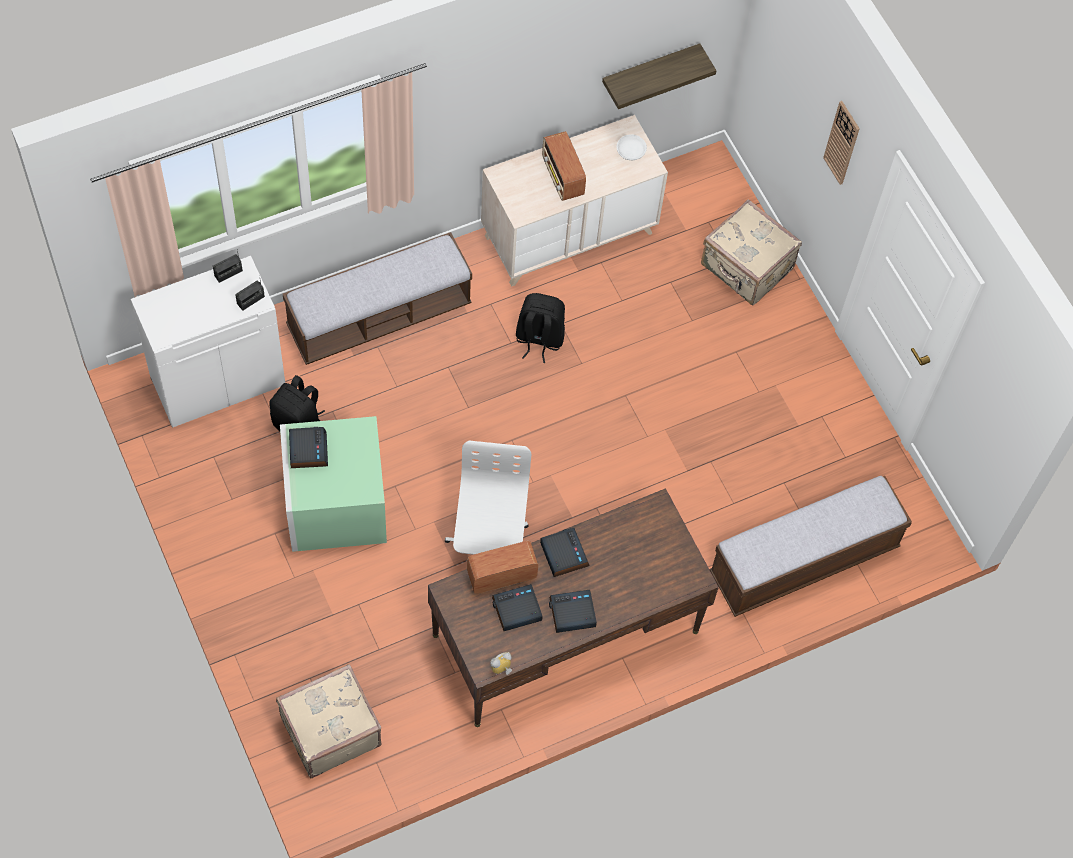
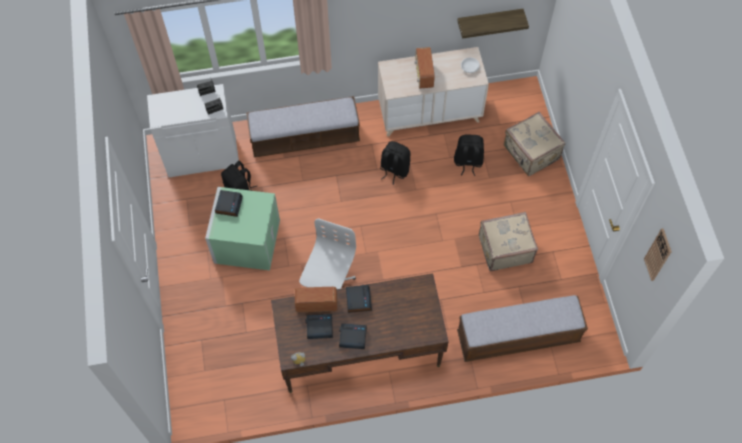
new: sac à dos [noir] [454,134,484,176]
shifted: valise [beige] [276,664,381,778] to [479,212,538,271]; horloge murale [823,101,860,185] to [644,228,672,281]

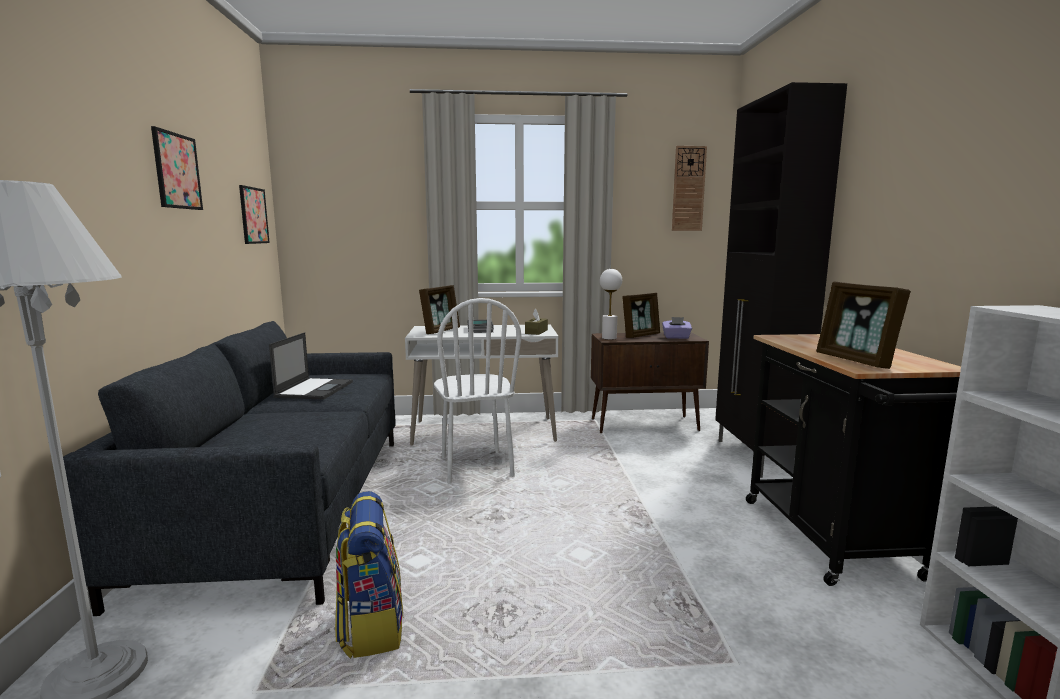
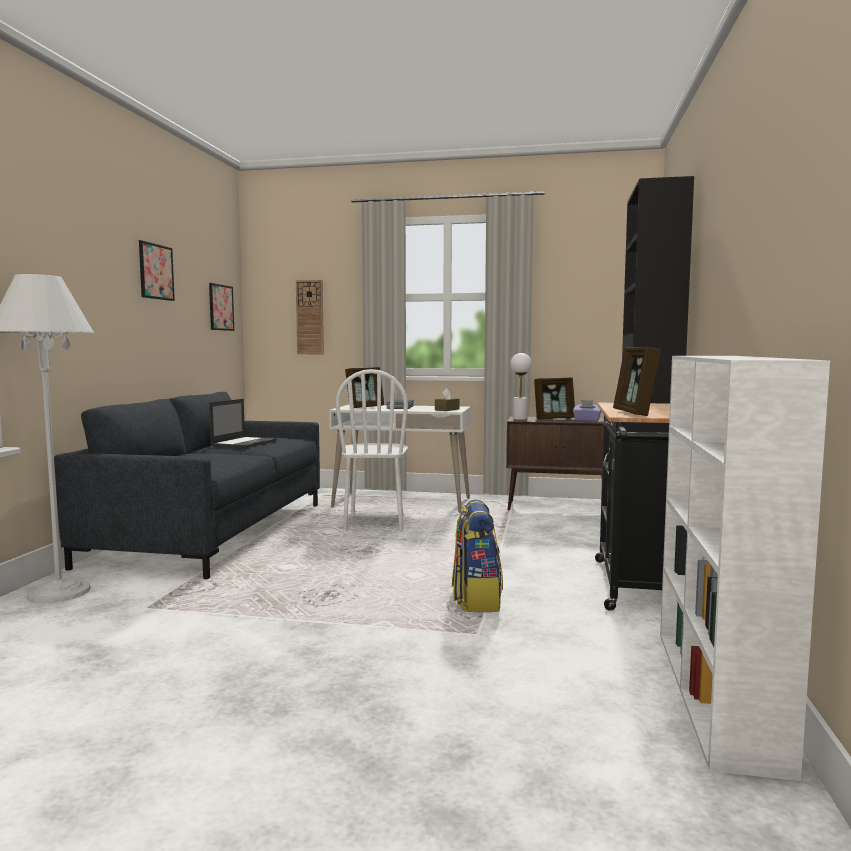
shifted: sac à dos [335,491,403,659] to [452,499,503,612]; horloge murale [672,146,707,231] to [296,280,324,354]

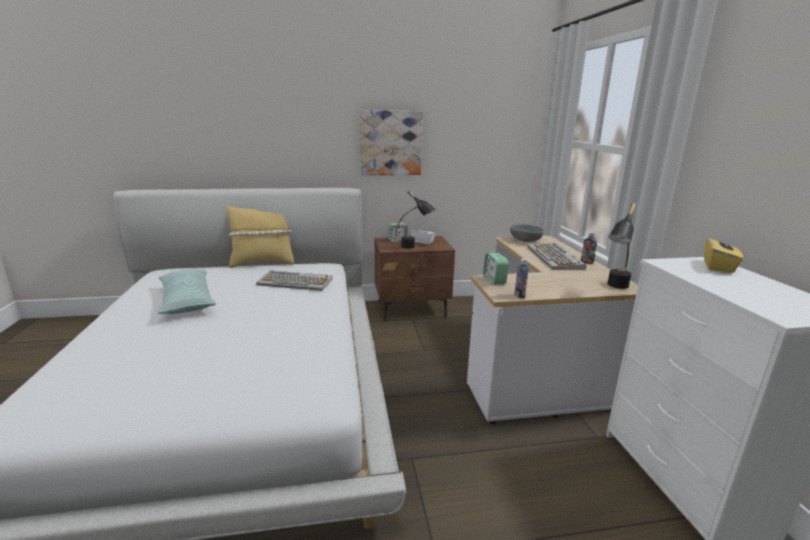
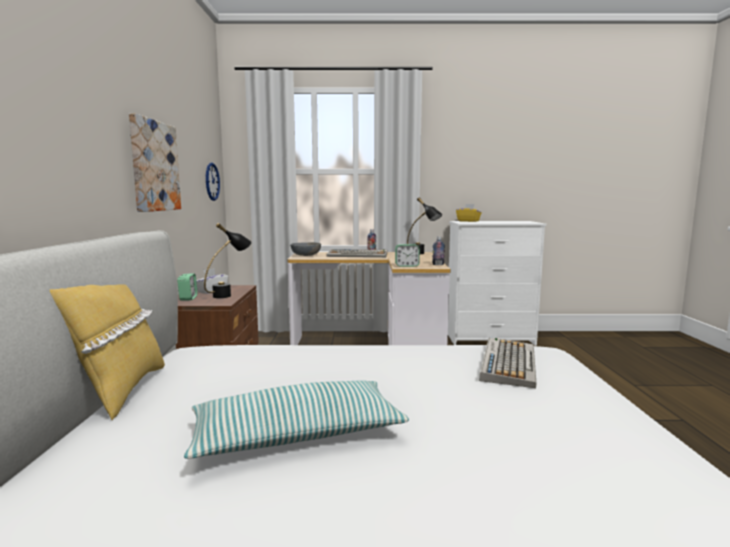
new: horloge murale [206,163,220,201]
shifted: clavier [256,270,332,291] to [479,337,536,388]

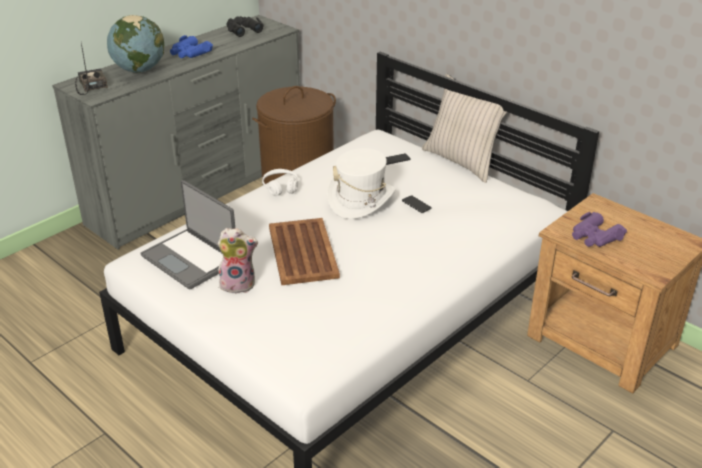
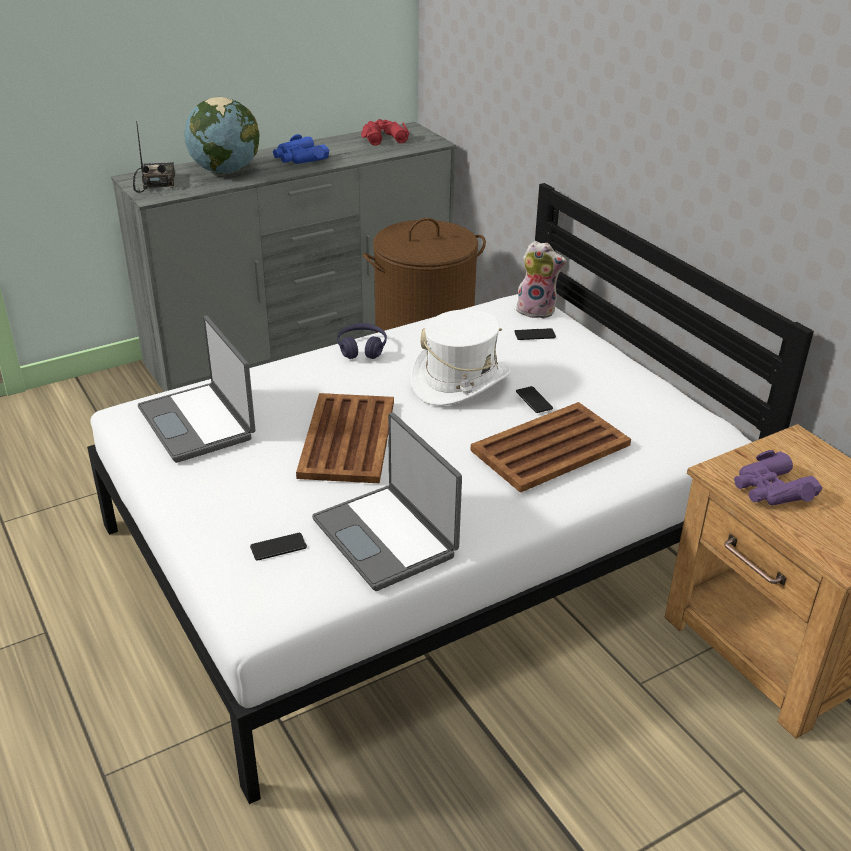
gone: coussin [beige] [422,74,513,183]
new: téléphone [250,533,307,561]; ordinateur portable [312,412,462,591]; plateau [marron] [470,402,631,493]
shifted: peluche [218,228,258,294] to [516,241,567,319]
repainted: jumelles [noir] [226,16,264,37] to jumelles [rouge] [361,119,409,146]; casque audio [blanc] [262,169,298,196] to casque audio [violet] [337,323,387,359]

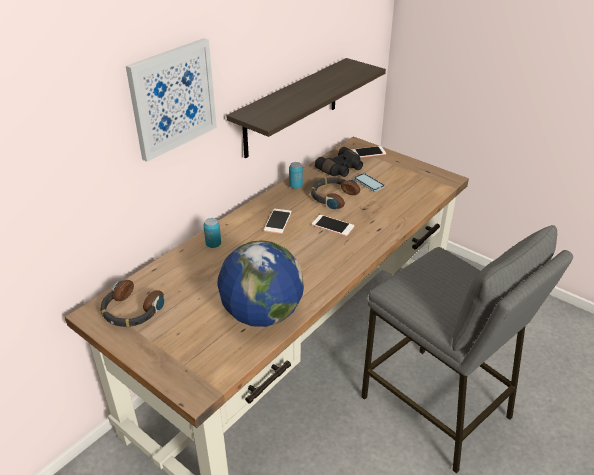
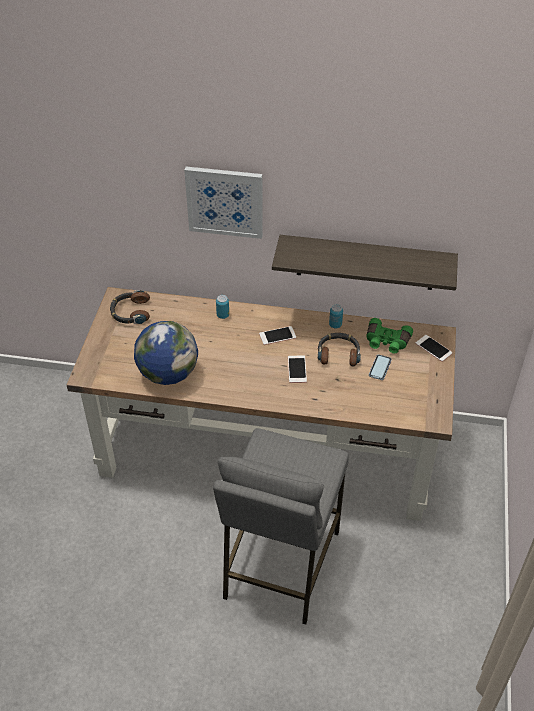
repainted: jumelles [noir] [315,147,363,177] to jumelles [vert] [366,318,413,354]

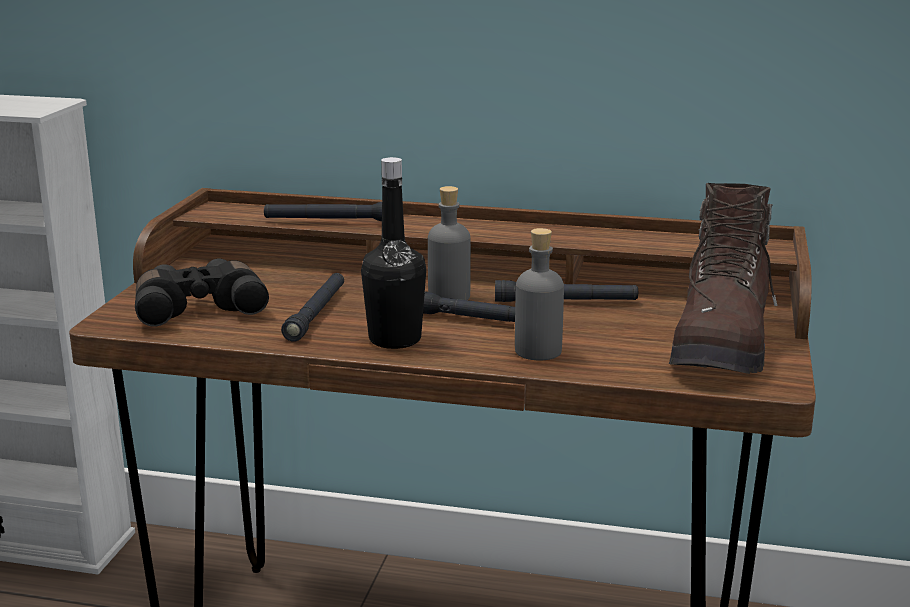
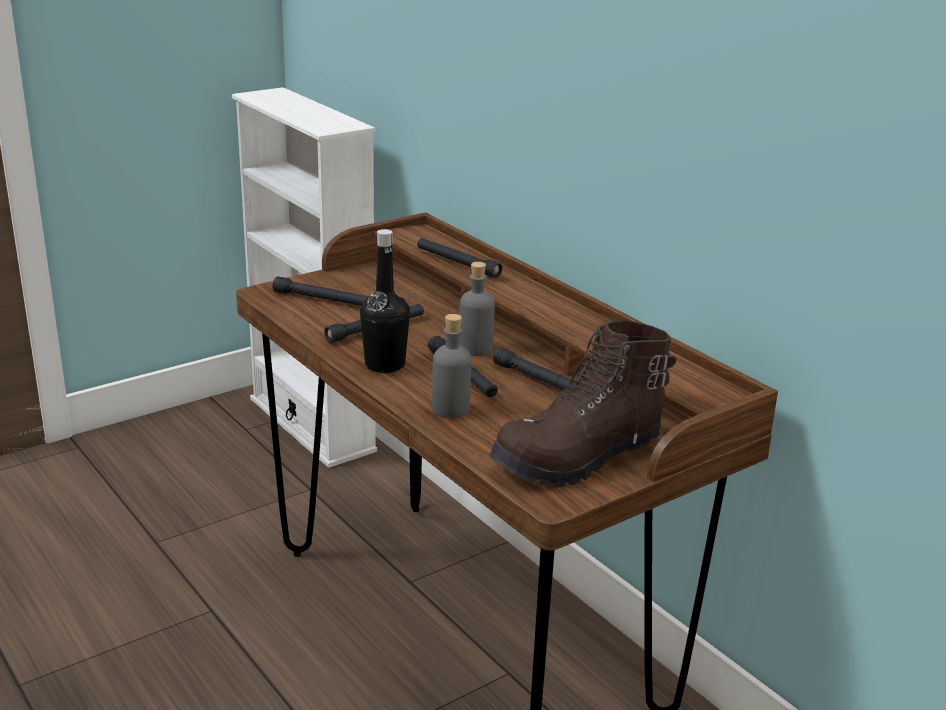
swapped: jumelles [noir] [135,259,269,327] to lampe de poche [noir] [272,276,369,306]

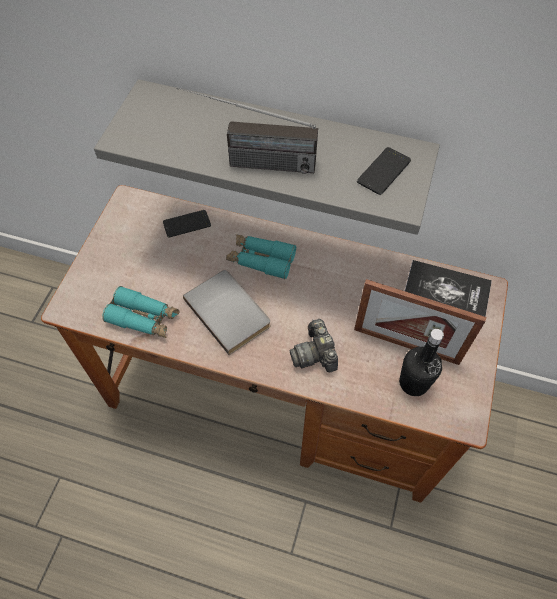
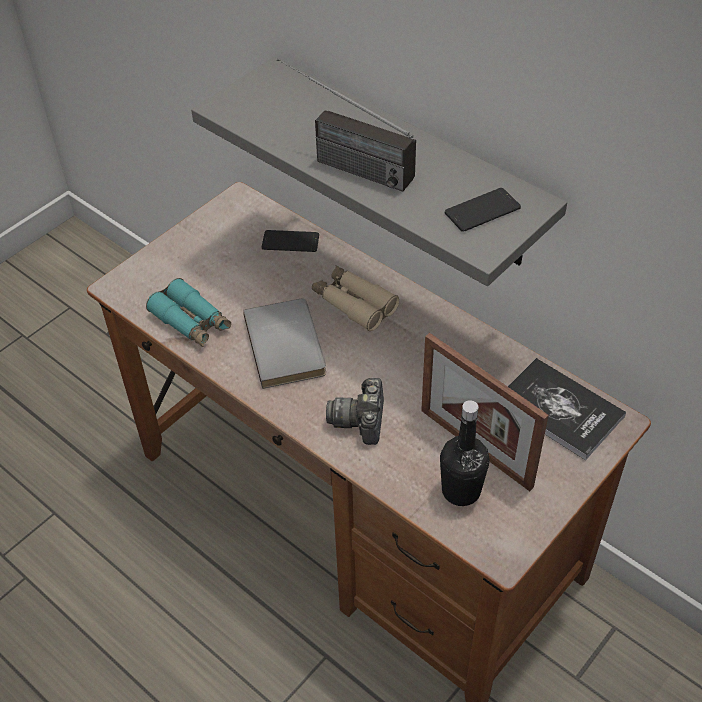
repainted: jumelles [turquoise] [226,234,296,279] to jumelles [beige] [312,265,399,331]

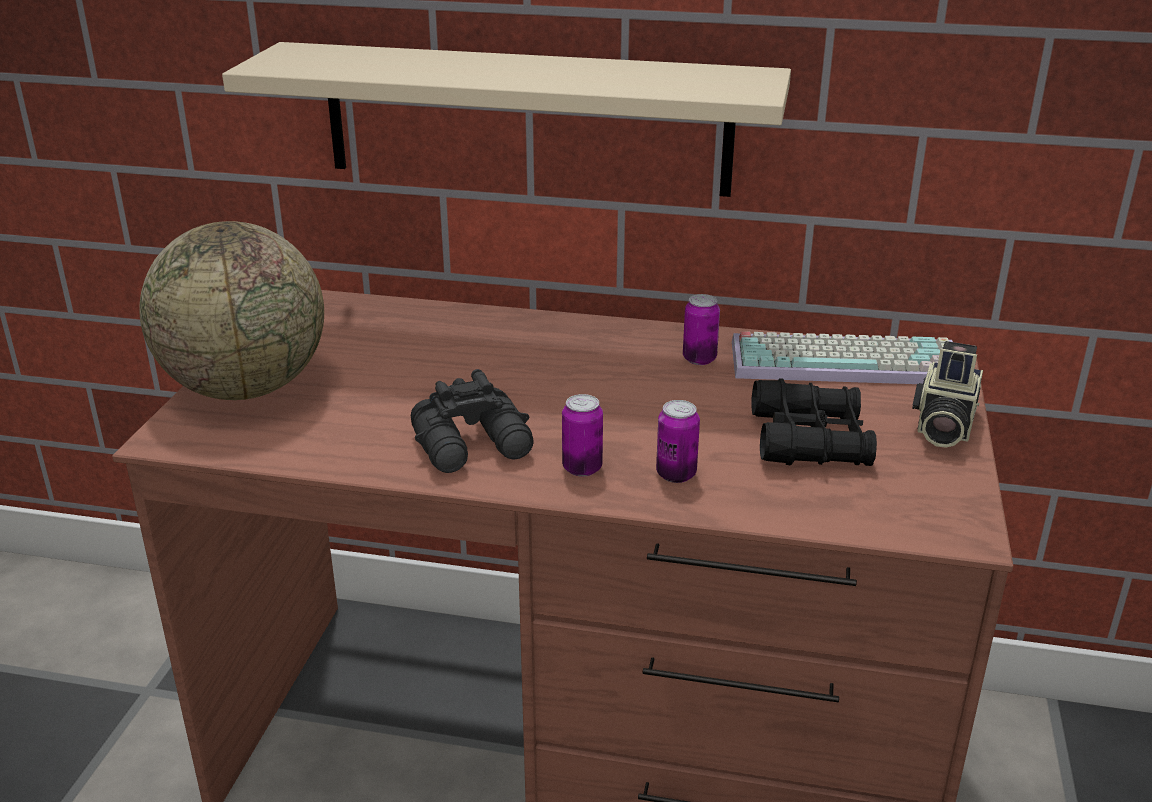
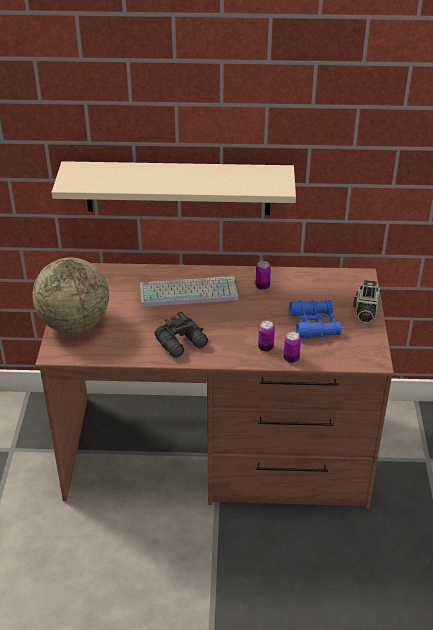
shifted: boîte métallique [562,394,603,477] to [283,332,301,363]; clavier [732,331,953,384] to [140,276,238,307]
repainted: jumelles [noir] [751,378,877,466] to jumelles [bleu] [289,300,341,339]

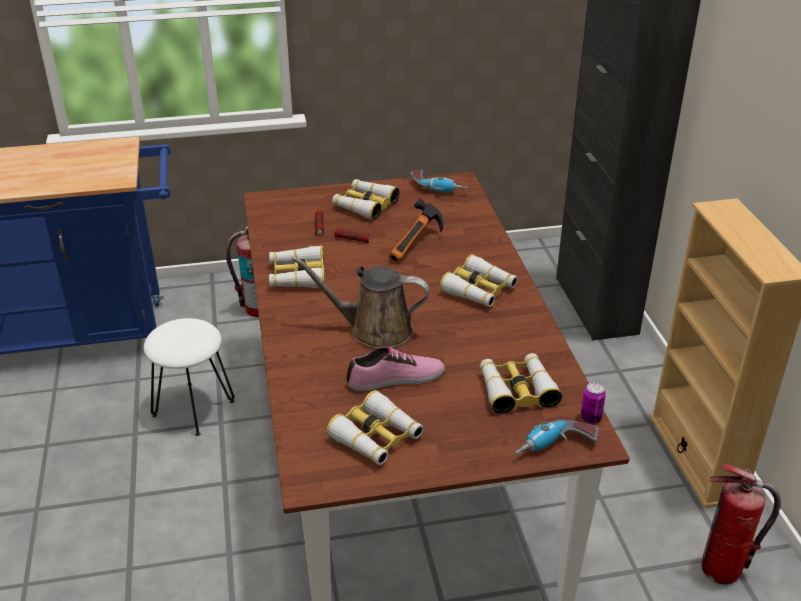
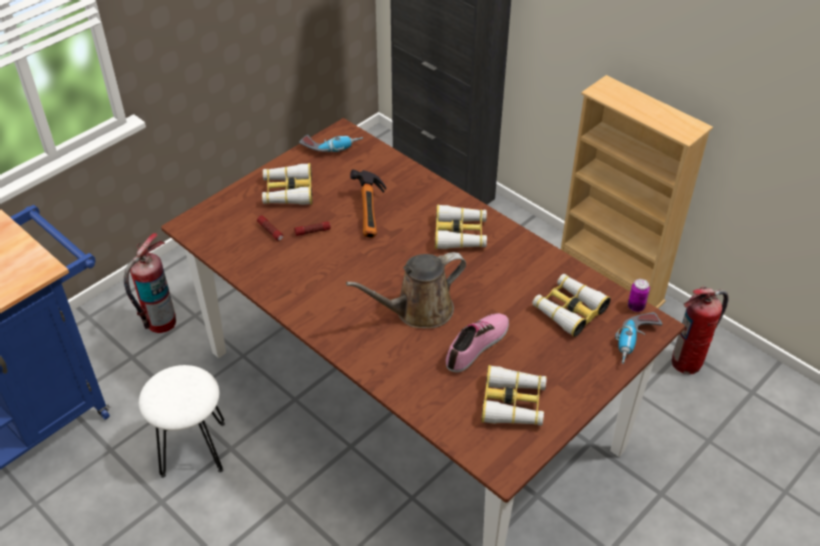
gone: jumelles [269,245,325,288]

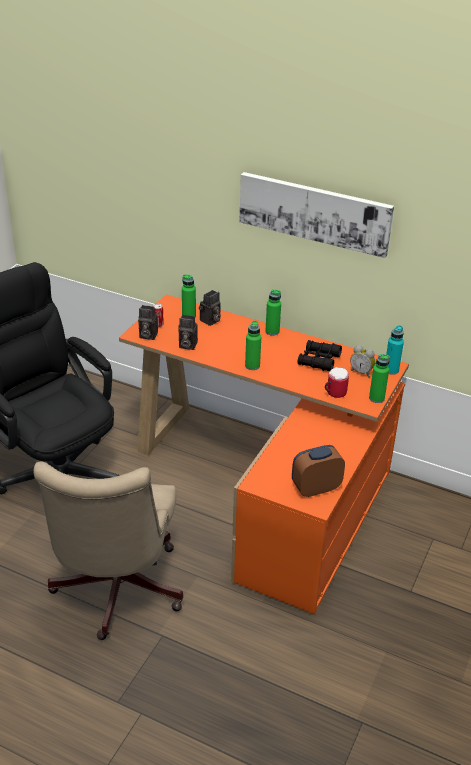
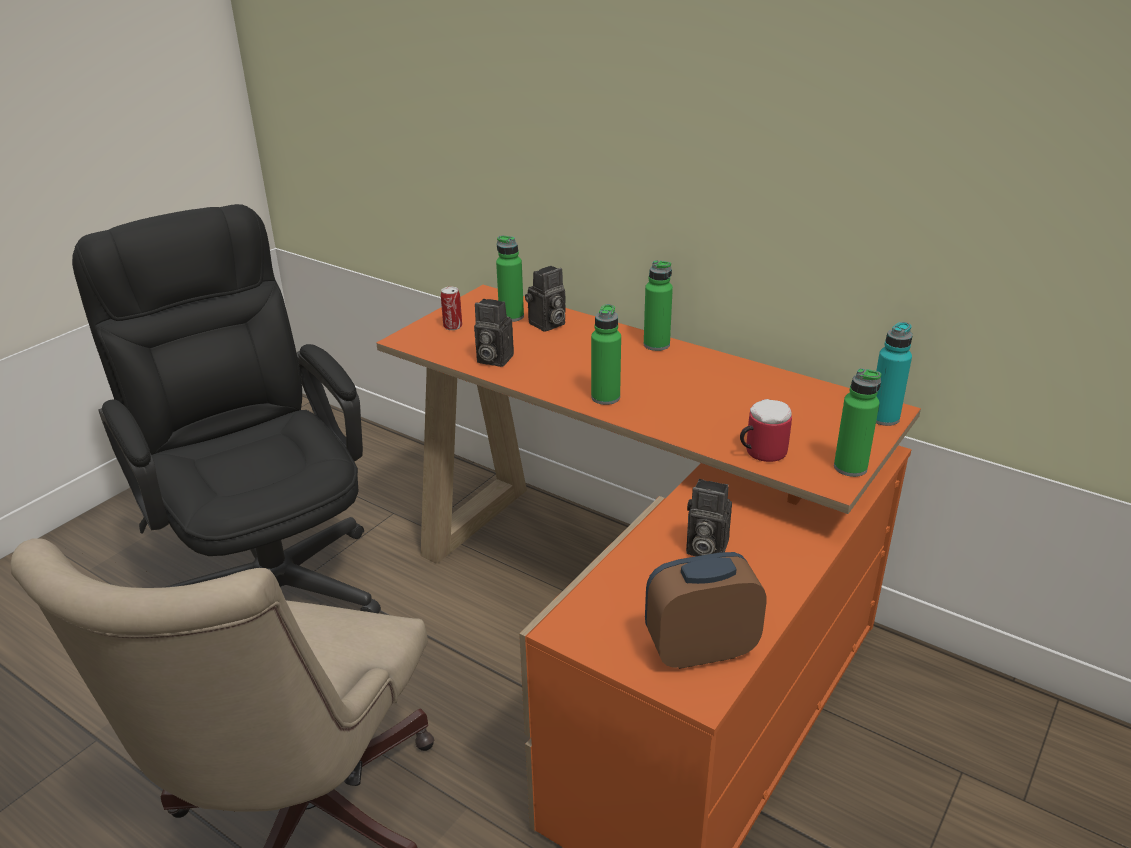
gone: tableau [239,172,394,258]; jumelles [noir] [297,340,342,371]; réveil [350,345,375,378]
shifted: appareil photo [138,305,158,340] to [686,479,732,556]

